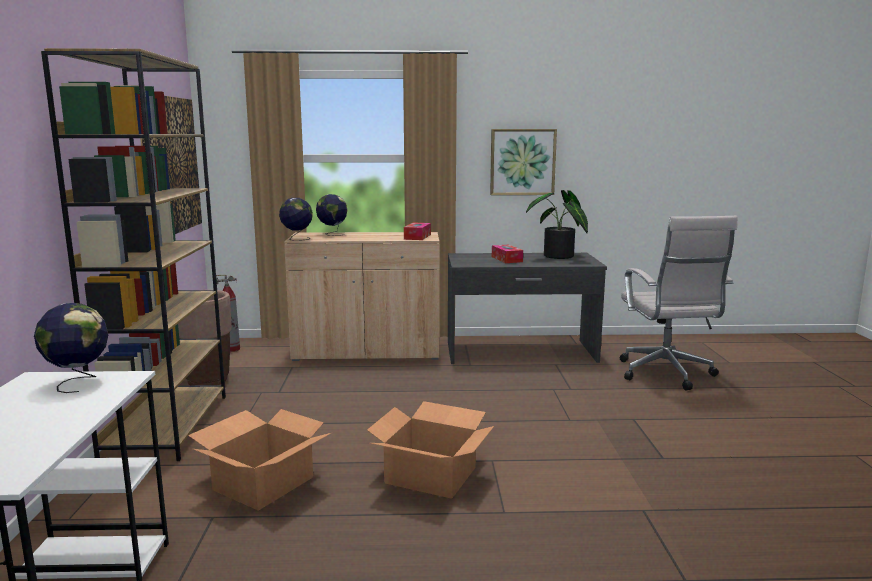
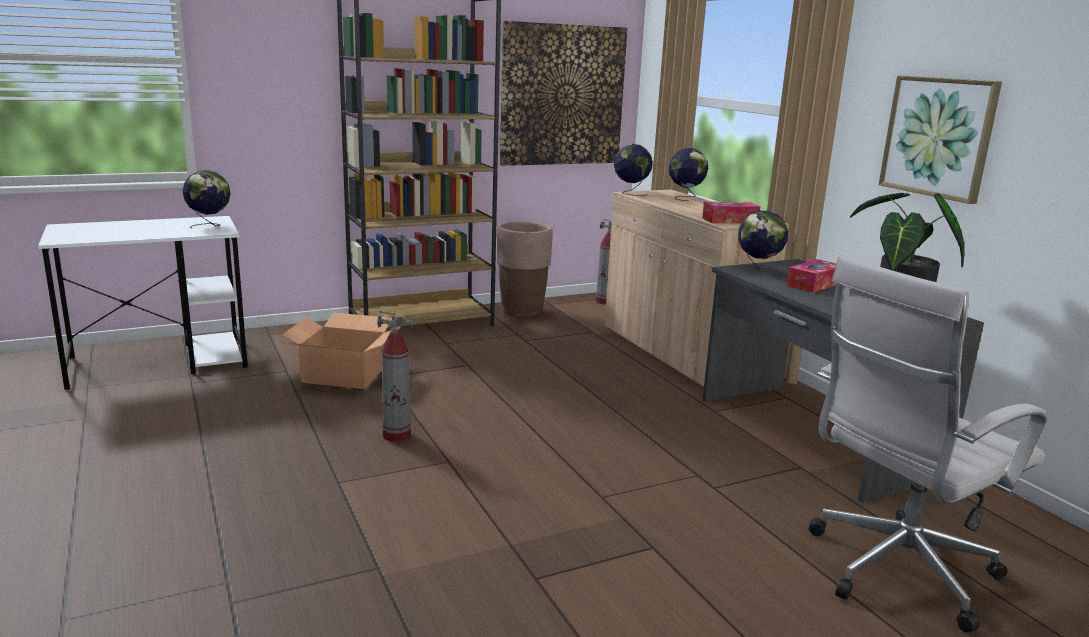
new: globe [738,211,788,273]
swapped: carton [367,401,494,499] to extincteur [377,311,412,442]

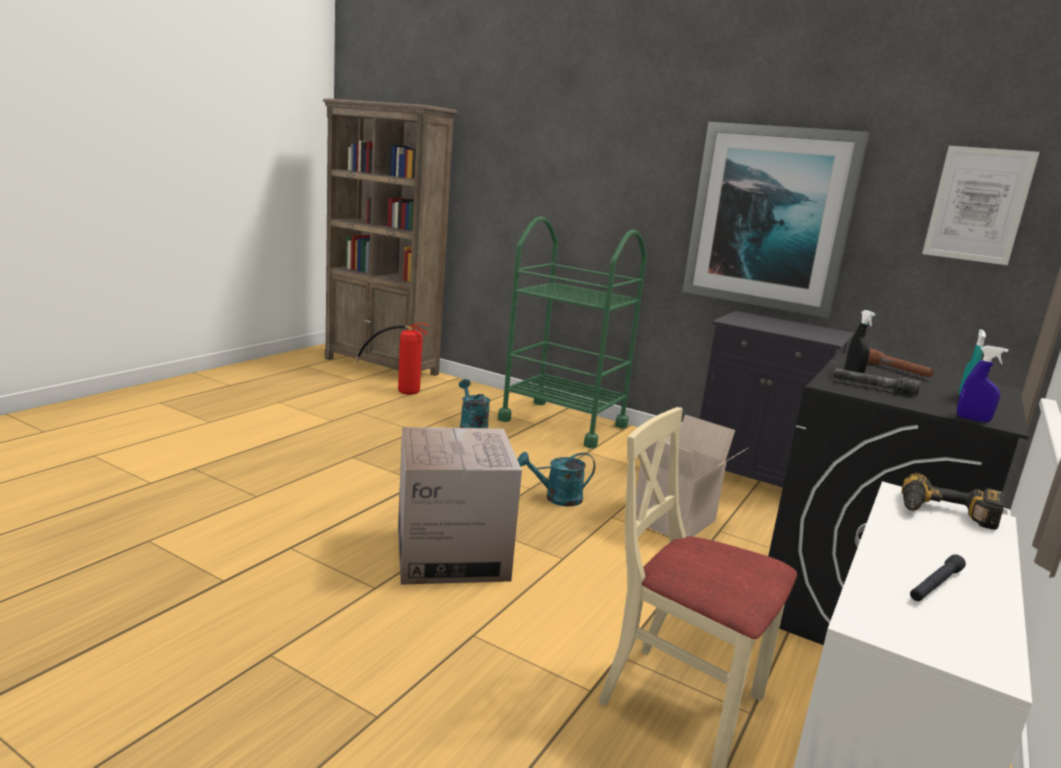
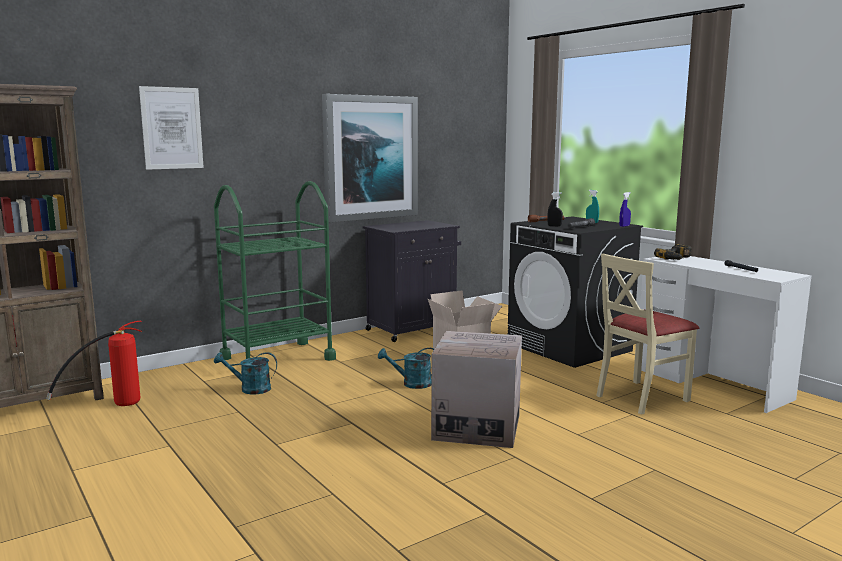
shifted: tableau [922,146,1040,265] to [139,86,204,170]
rotated: arrosoir [turquoise] [517,452,595,506] = [378,348,434,389] 75 degrees clockwise

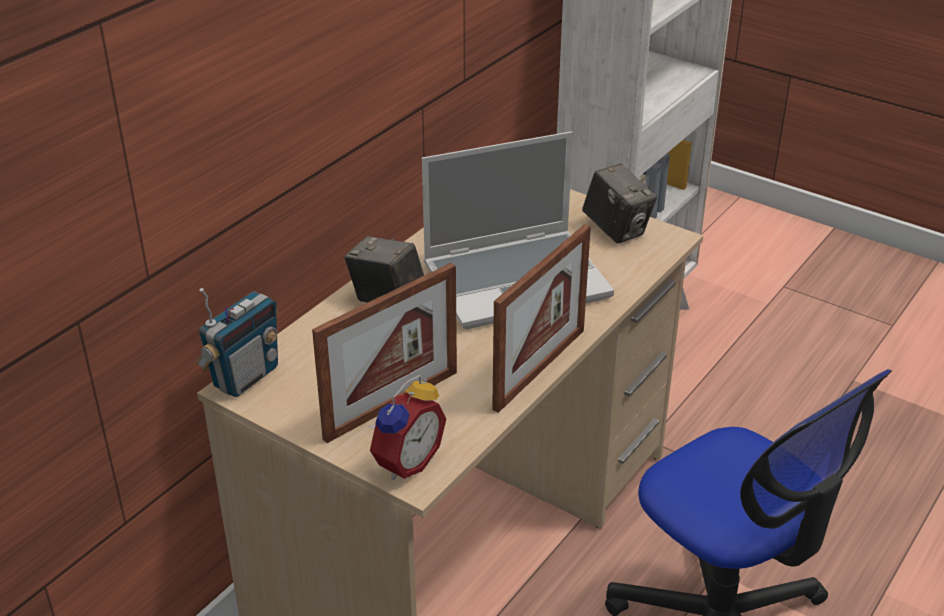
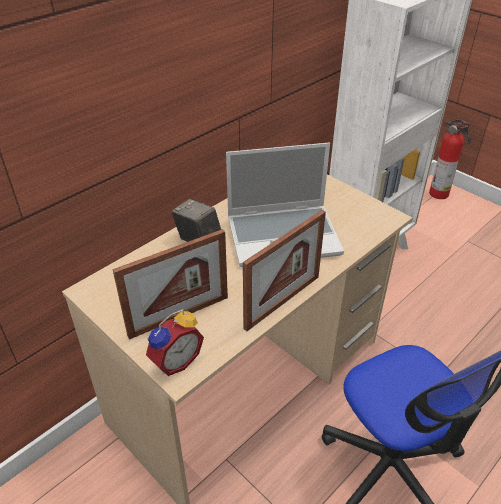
gone: radio [196,288,278,397]; appareil photo [582,164,657,244]
new: extincteur [429,119,471,199]

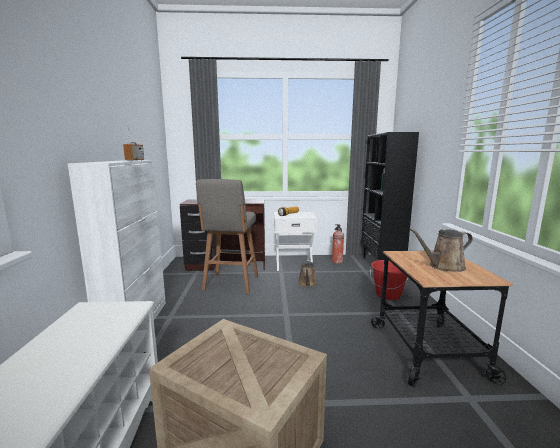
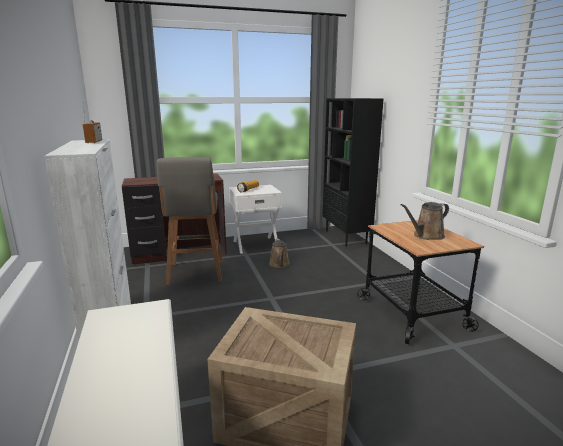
gone: extincteur [332,224,344,264]; seau [rouge] [370,260,408,300]

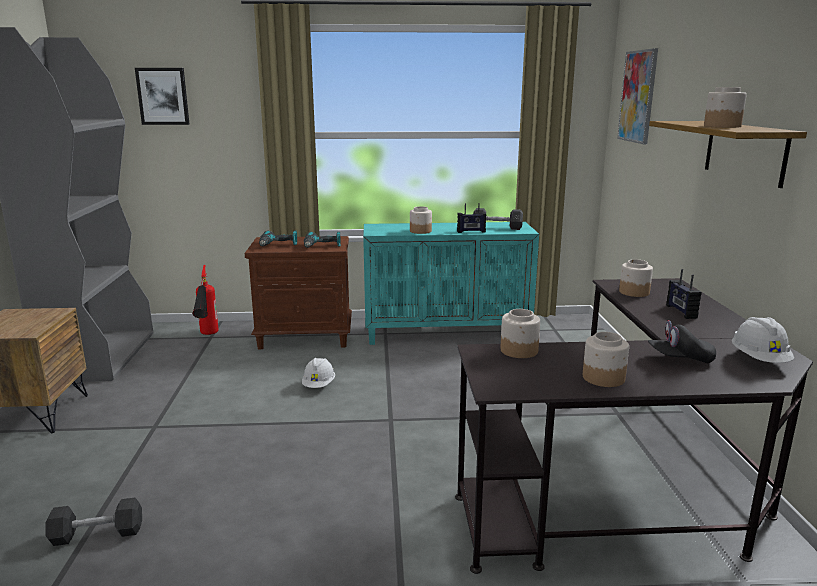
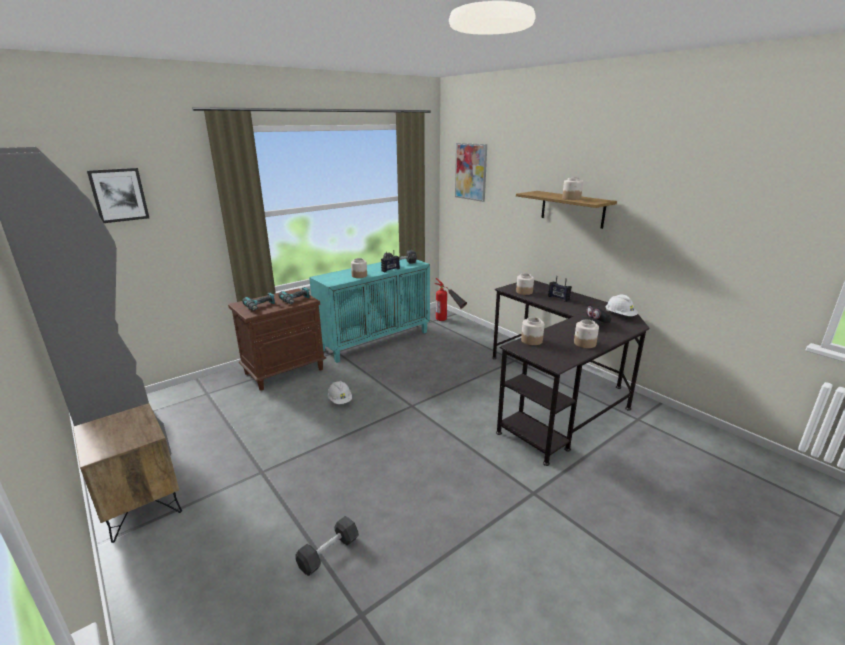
shifted: extincteur [192,265,218,335] to [435,278,467,321]

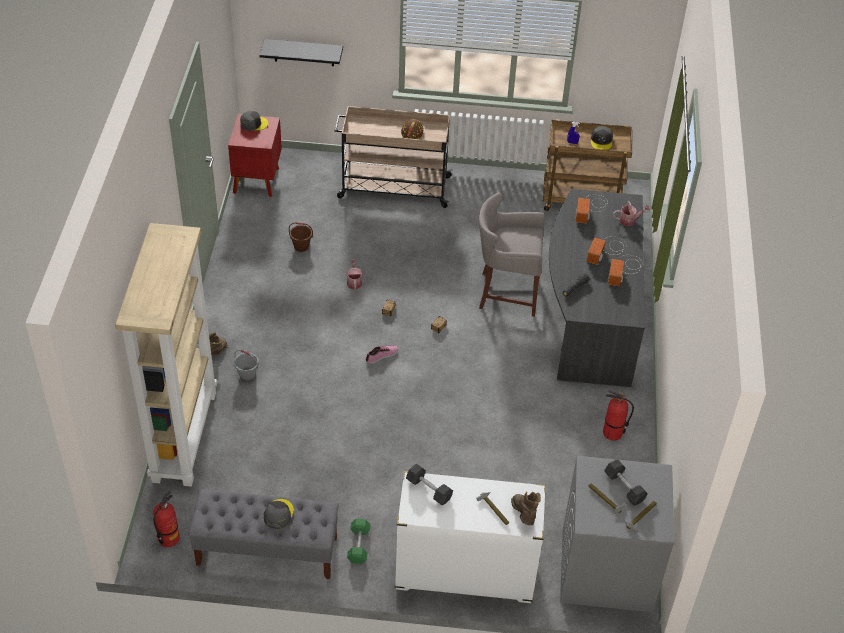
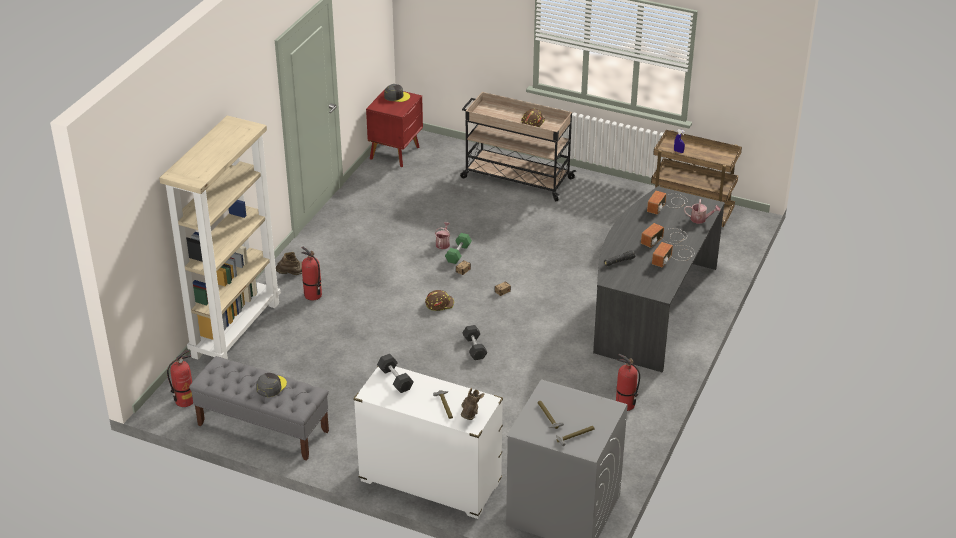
gone: étagère [noir] [259,39,343,66]; seau [marron] [289,222,313,252]; tabouret [gris] [479,193,545,317]; casquette [gris] [591,126,613,150]
shifted: haltère [vert] [347,519,371,564] to [445,233,472,264]; haltère [gris] [604,459,648,506] to [462,325,487,360]
swapped: seau [gris] [234,350,259,381] to extincteur [301,247,322,301]; chaussure [366,345,399,364] to casque de chantier [marron] [425,290,454,311]

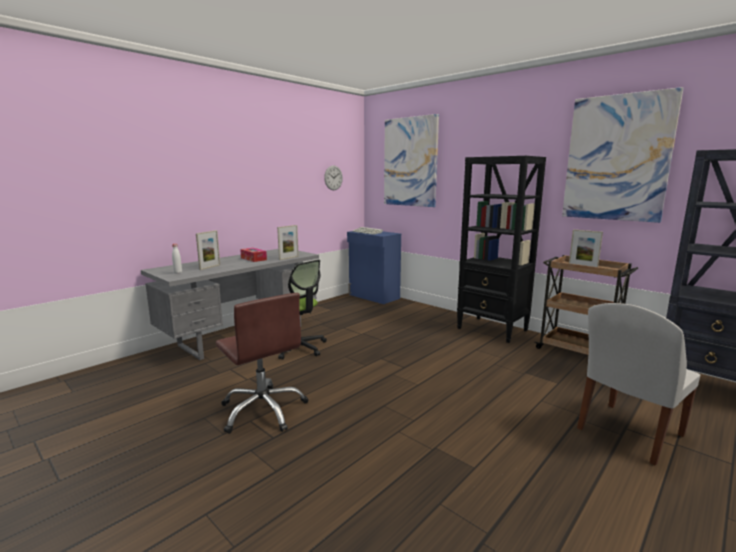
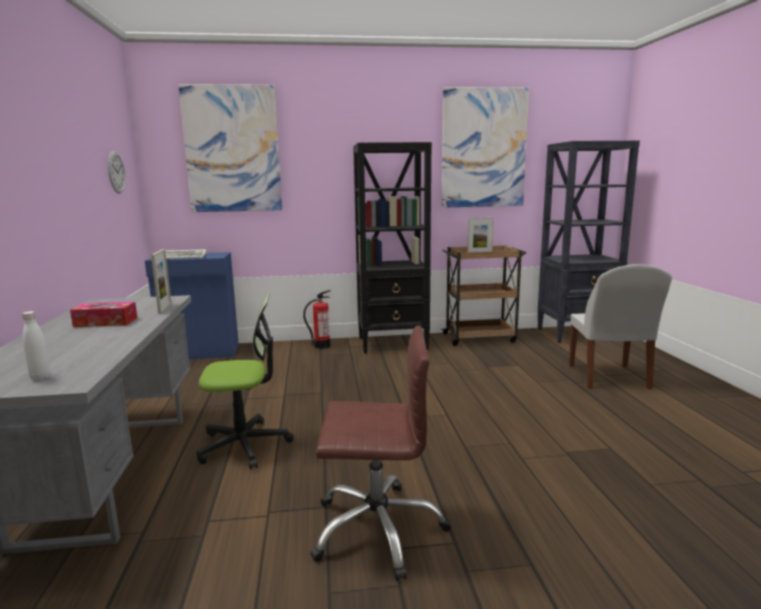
gone: cadre photo [196,230,220,270]
new: extincteur [303,290,331,349]

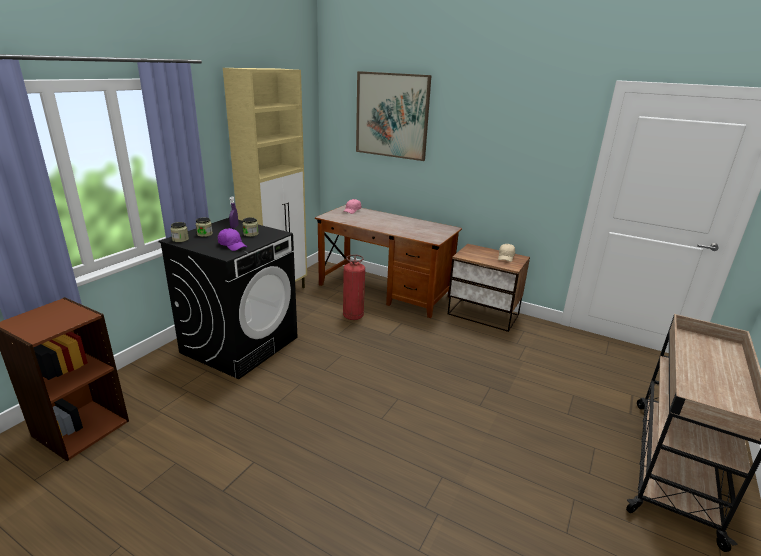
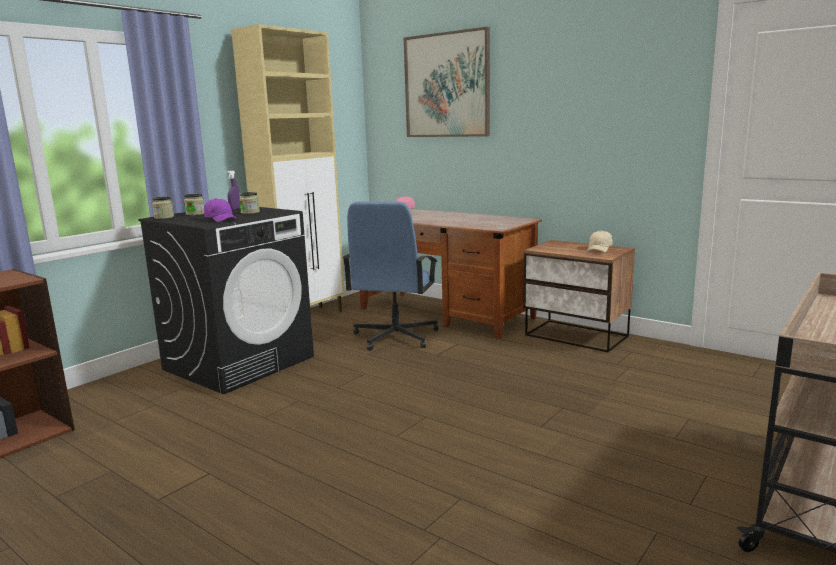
swapped: extincteur [343,254,365,320] to chaise de bureau [bleu] [342,201,439,351]

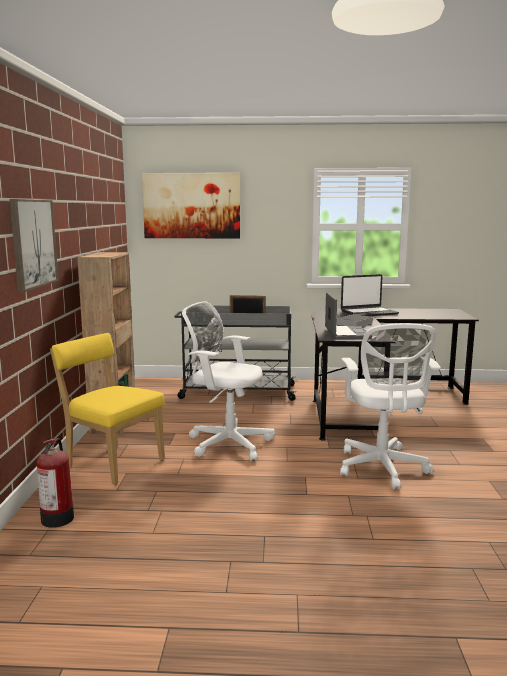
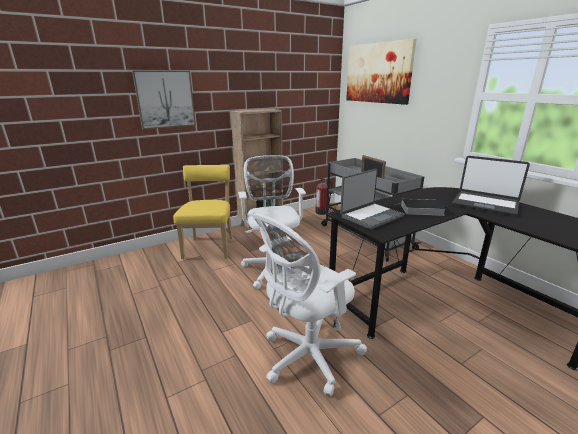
shifted: extincteur [37,438,74,528] to [316,177,332,215]

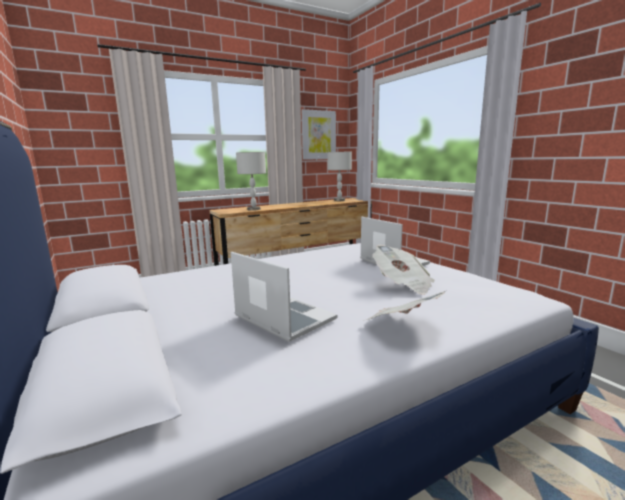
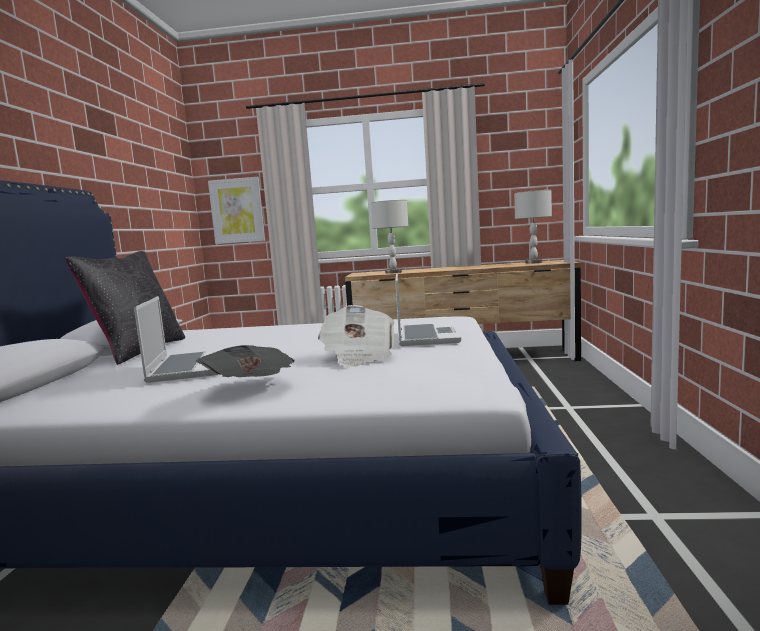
new: coussin [noir] [65,251,185,365]
shifted: tableau [302,109,336,160] to [208,177,265,244]

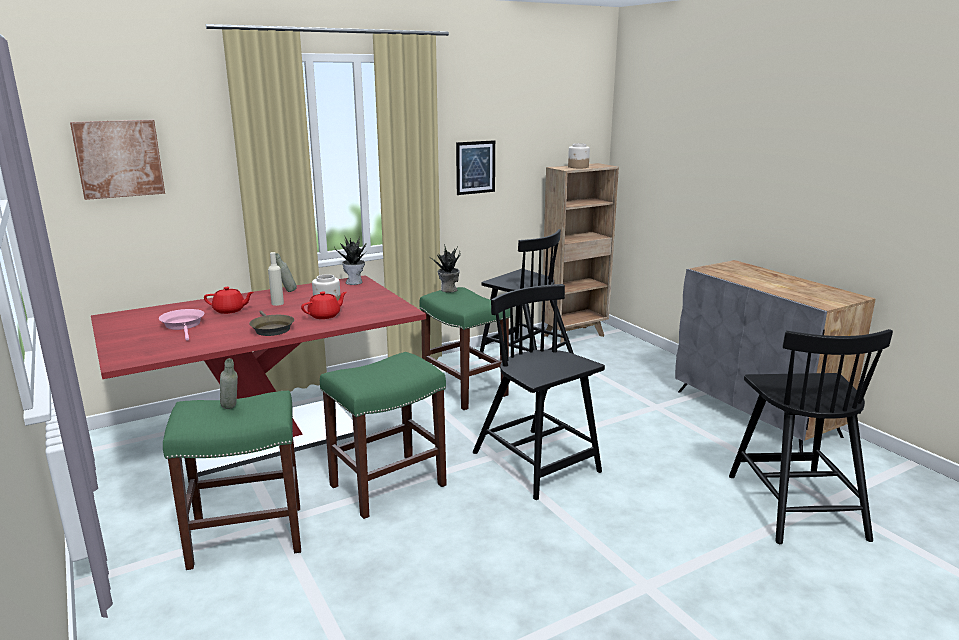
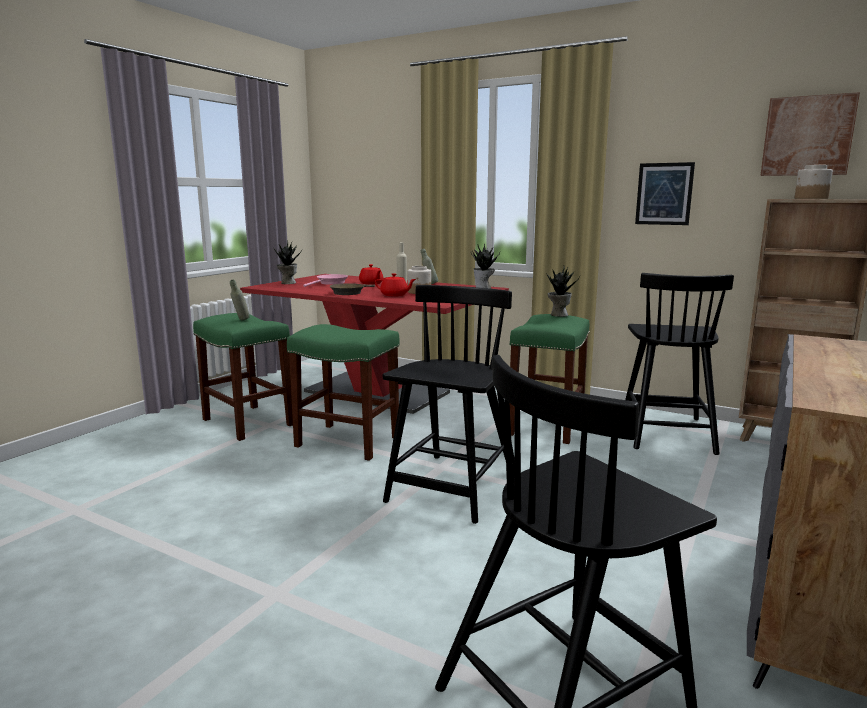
new: plante en pot [274,240,302,284]
shifted: tableau [70,120,165,200] to [760,92,860,176]

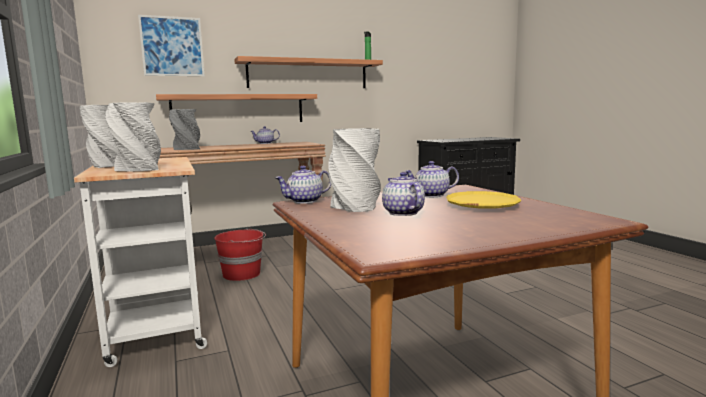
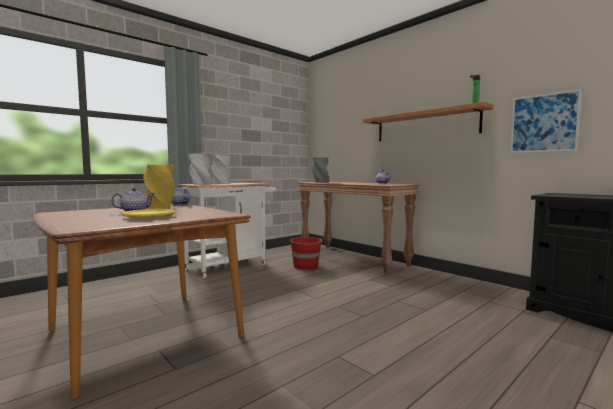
gone: étagère [156,94,317,125]; théière [404,161,459,197]
shifted: tableau [138,15,205,76] to [510,89,582,153]
repainted: vase [gris] [328,128,381,212] to vase [jaune] [143,164,175,209]

